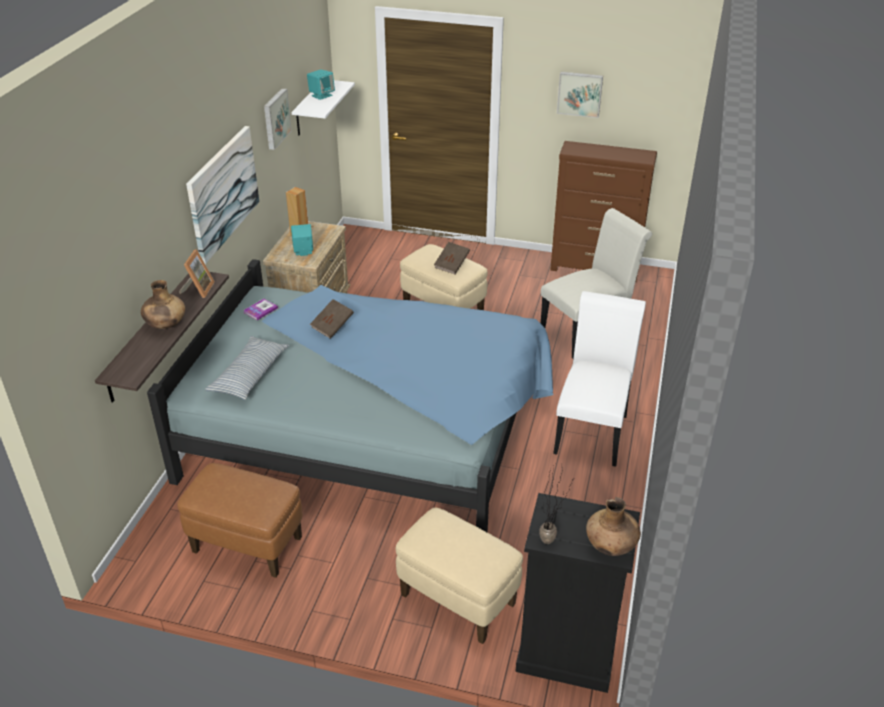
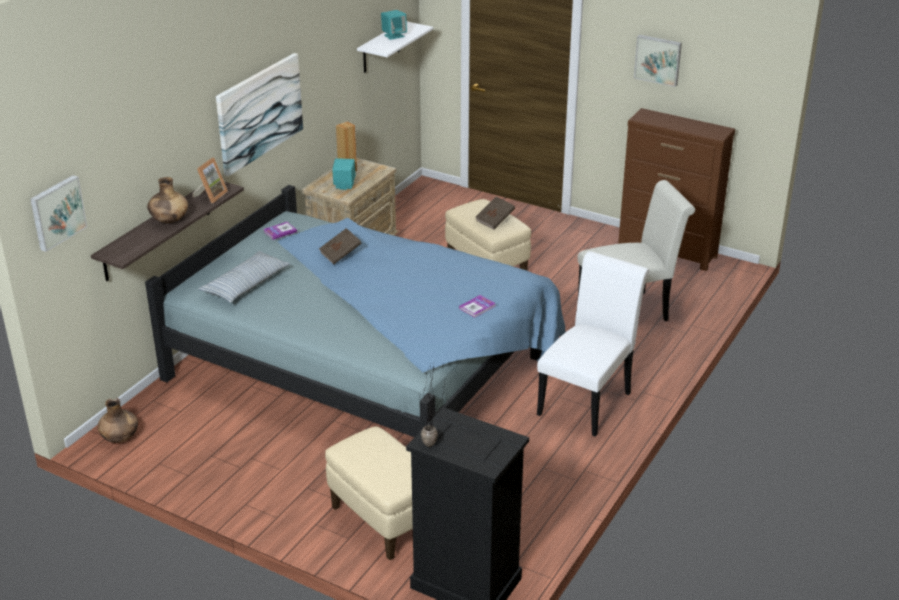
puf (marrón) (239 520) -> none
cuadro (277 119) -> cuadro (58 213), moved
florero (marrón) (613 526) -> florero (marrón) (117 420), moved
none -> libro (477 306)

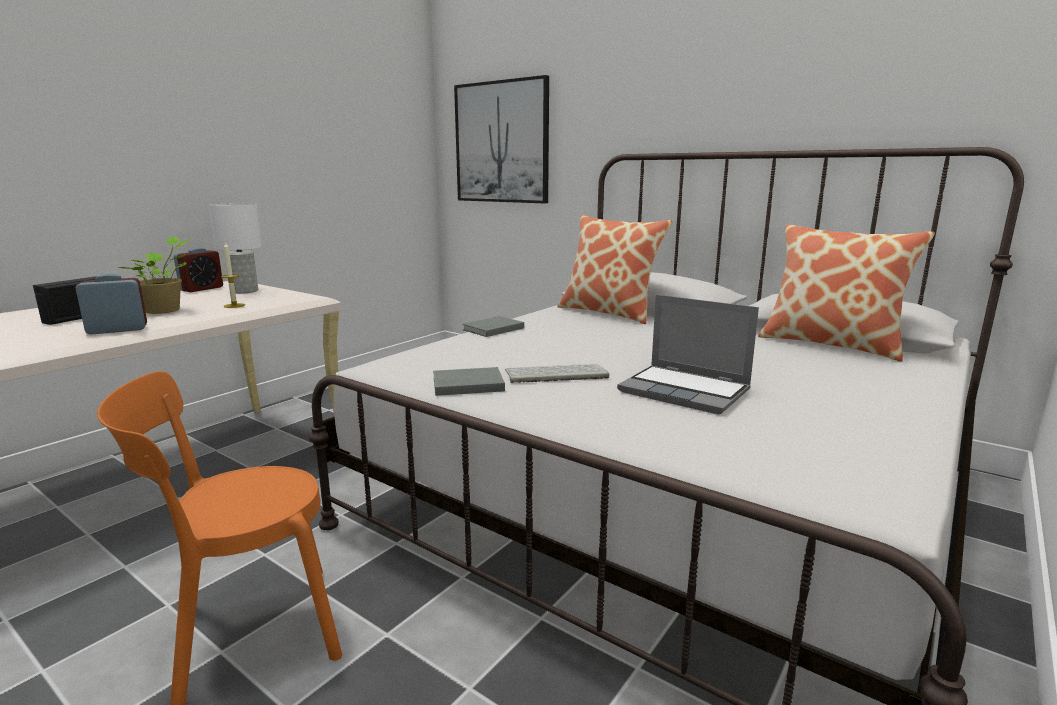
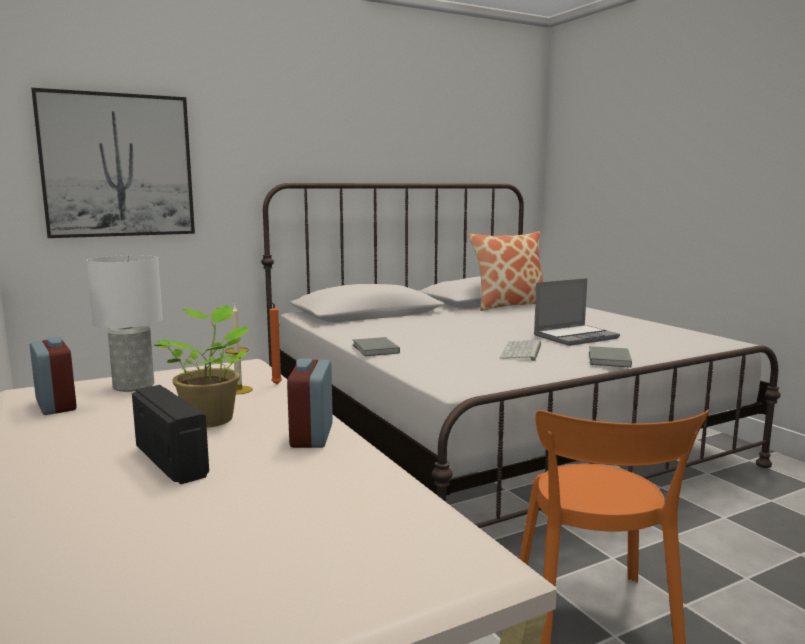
libro (gris) (469 381) -> libro (gris) (610 356), moved
cojín (615 269) -> none
none -> vela (naranja) (275 343)

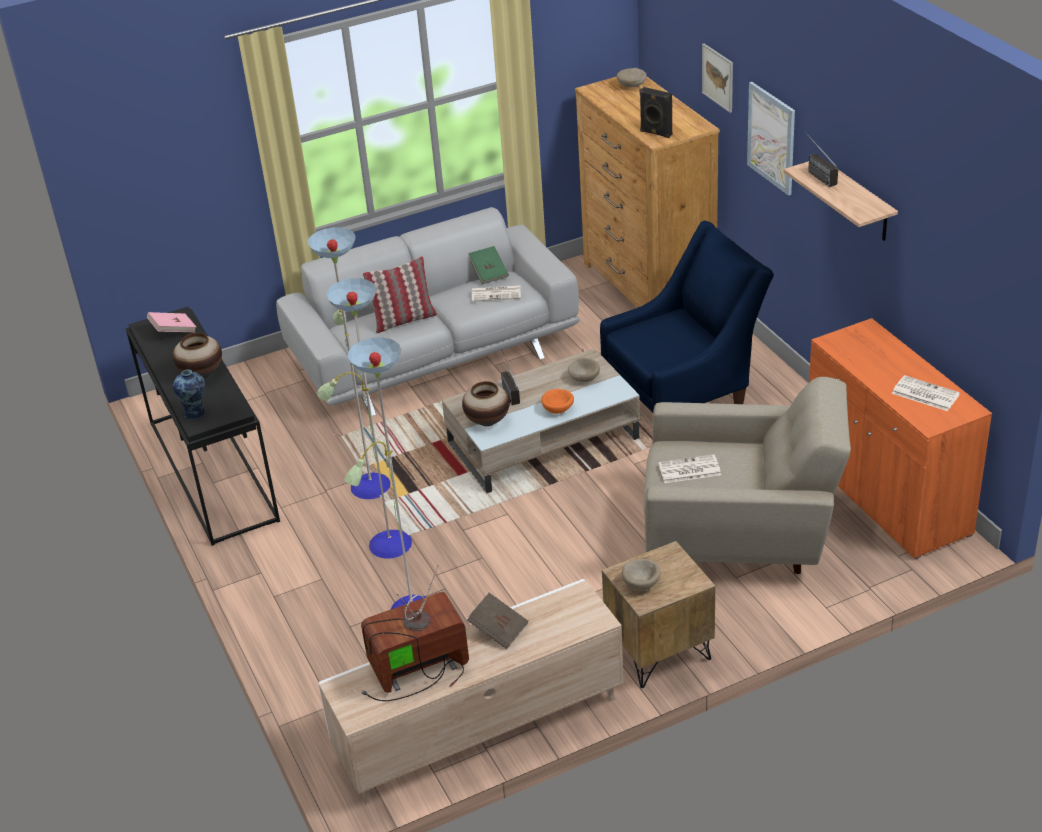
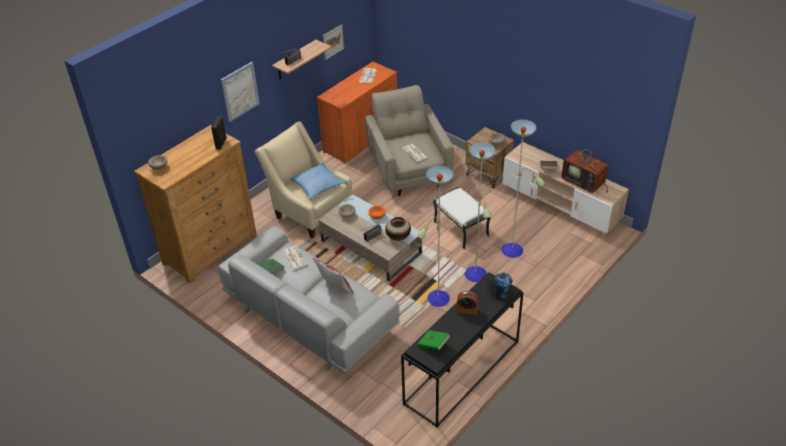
libro (rosa) (171 322) -> libro (verde) (433 340)
florero (197 355) -> despertador (467 302)
sillón (azul) (687 316) -> sillón (beis) (303 179)
cuadro (717 78) -> cuadro (333 42), moved
none -> cojín (318 181)
none -> puf (blanco) (462 218)

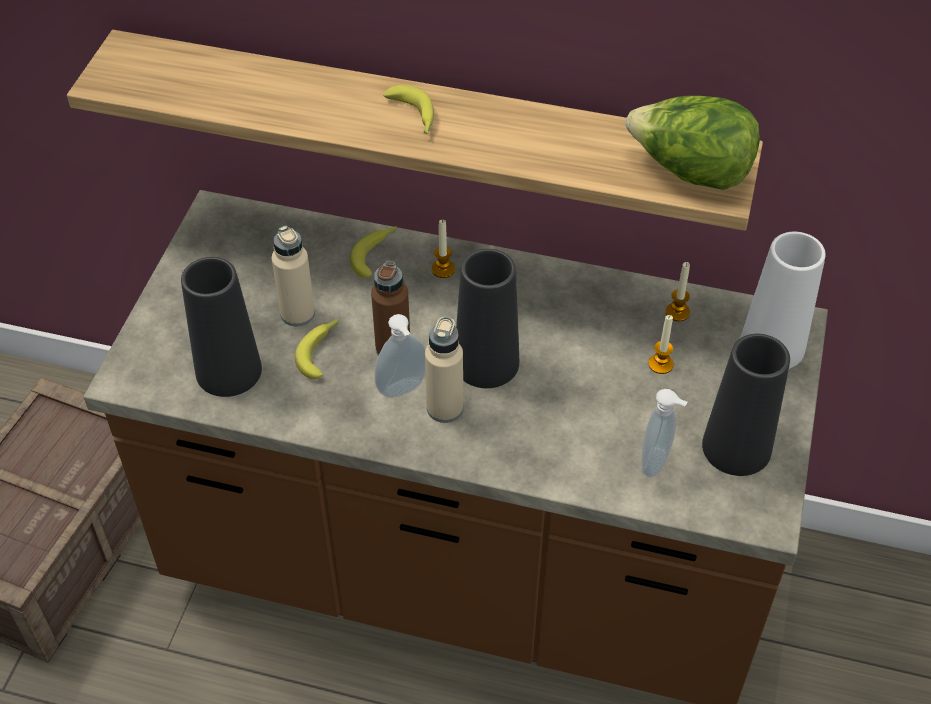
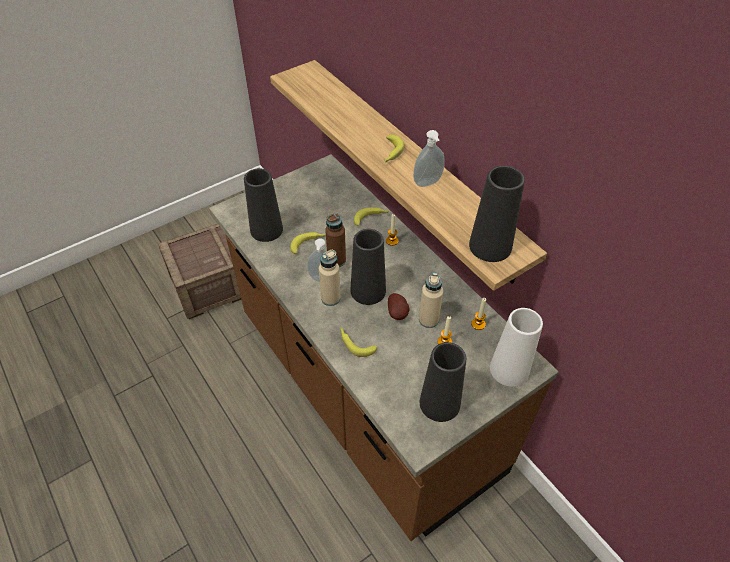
botella (beis) (293 276) -> botella (beis) (431 300), moved
lechuga (693 142) -> florero (negro) (497 214)
dispensador de jabón (664 433) -> dispensador de jabón (429 158), moved
none -> plátano (358 342)
none -> patata (399 306)

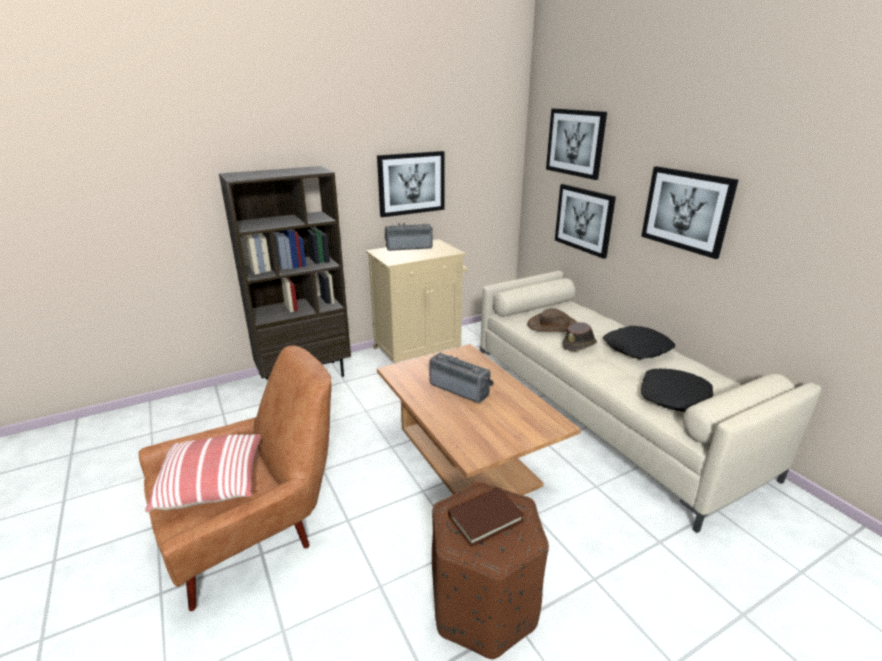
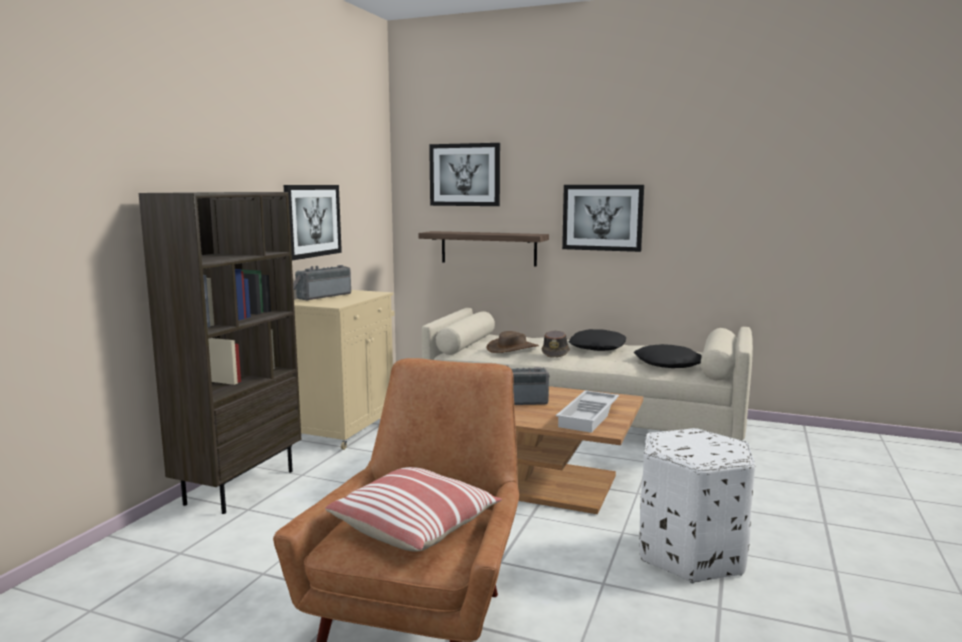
puf (marrón) (490 570) -> puf (blanco) (697 505)
libro (marrón) (486 517) -> none
cuadro (585 221) -> estante (484 248)
none -> bandeja (blanco) (587 411)

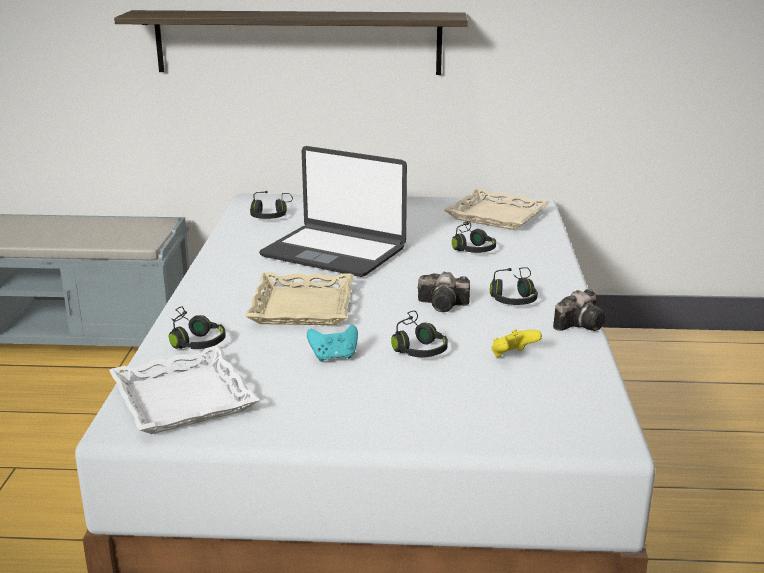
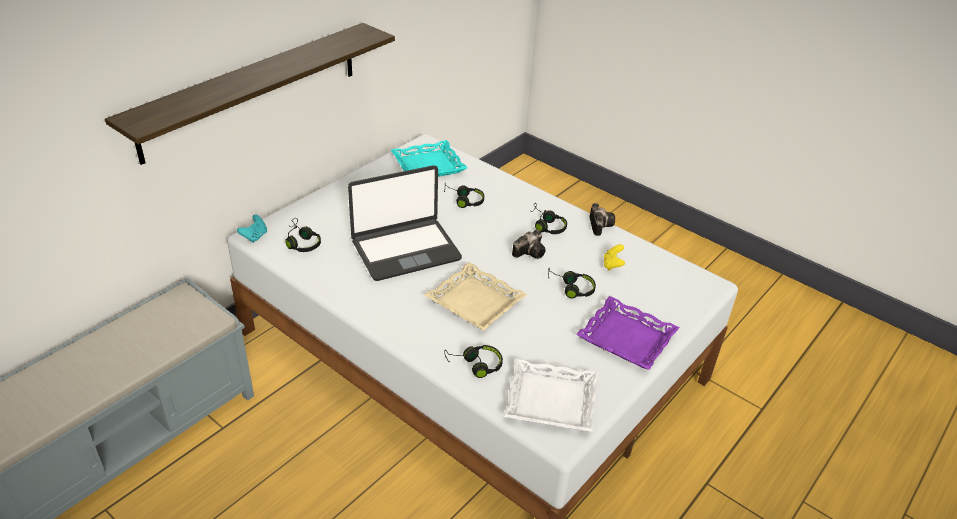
mando de consola (turquesa) (332 343) -> mando de consola (turquesa) (252 229), moved
bandeja (beis) (497 209) -> bandeja (turquesa) (429 158)
none -> bandeja (morado) (628 333)

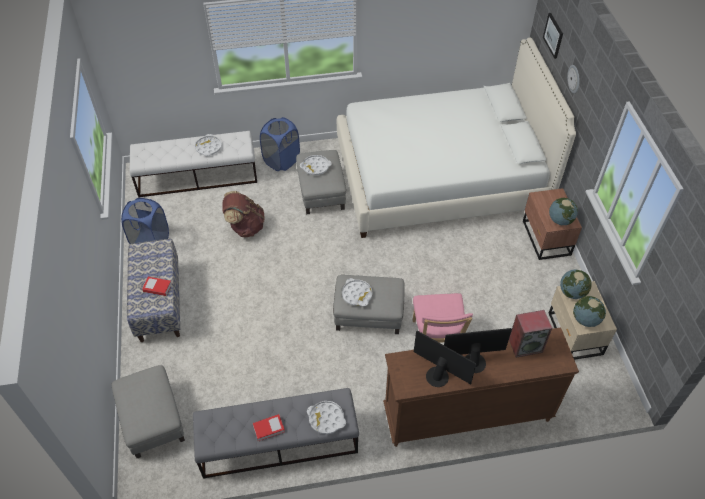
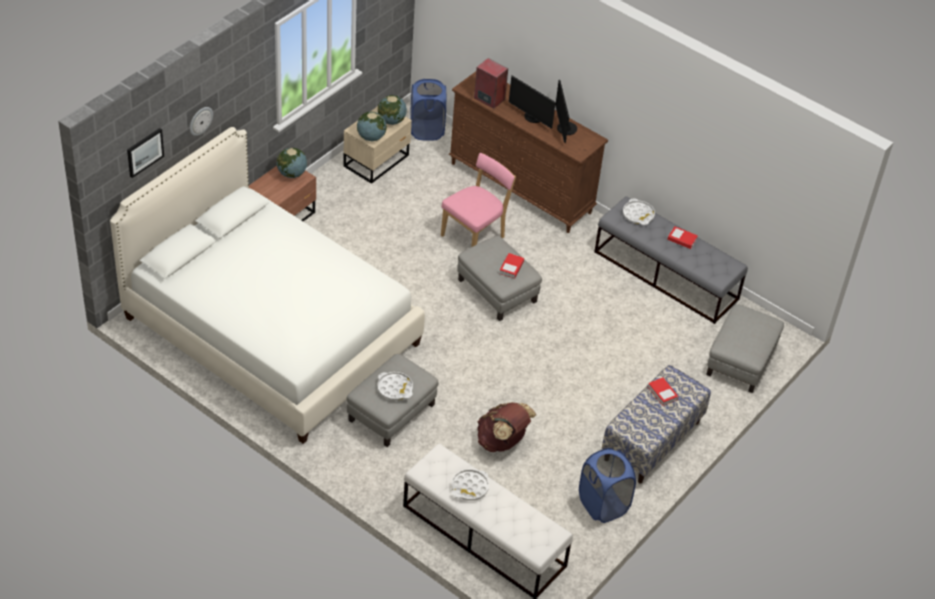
cesto de la ropa (azul) (280 144) -> cesto de la ropa (azul) (428 110), moved
bandeja (blanco) (357 292) -> libro (511 266)

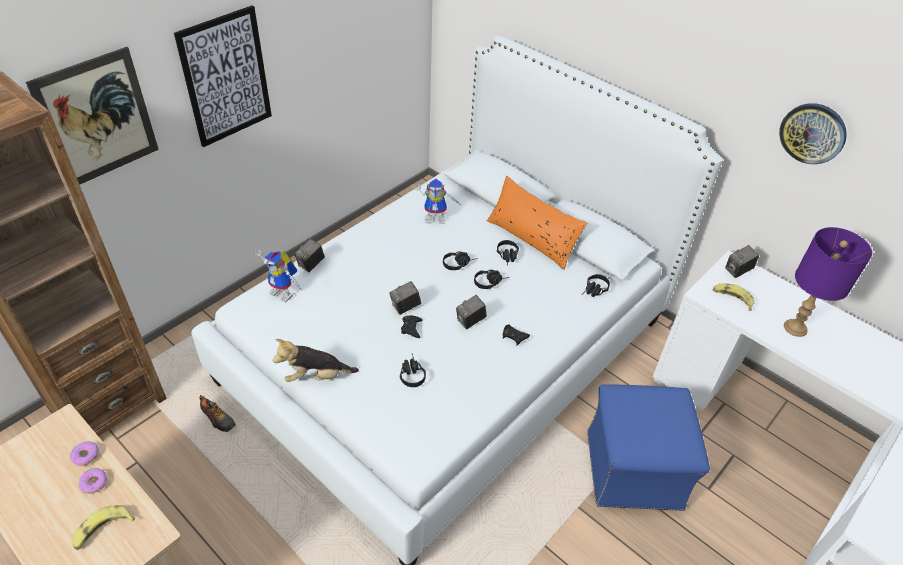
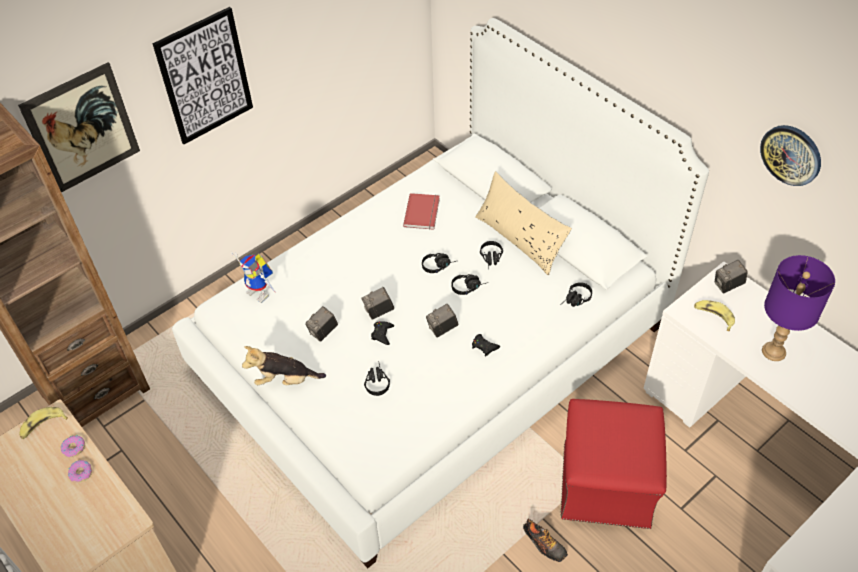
plátano (104 527) -> plátano (43 423), moved
zapato (217 413) -> zapato (545 540), moved
cámara (310 255) -> cámara (321 324), moved
robot de juguete (436 201) -> libro (rojo) (421 211)
cojín (naranja) (537 223) -> cojín (beis) (523 223)
puf (azul) (648 447) -> puf (rojo) (614 464)

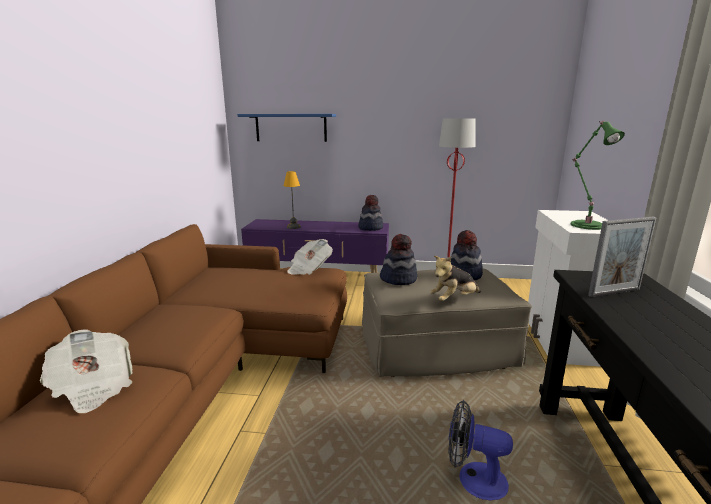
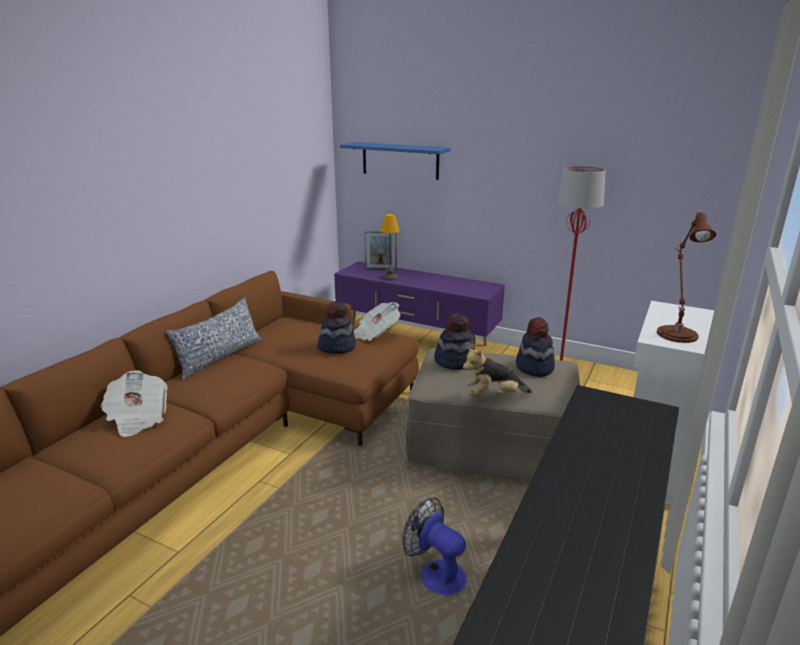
sombrero (370 213) -> sombrero (336 327), moved
lámpara de mesa (verde) (598 175) -> lámpara de mesa (marrón) (686 276)
portarretratos (622 257) -> portarretratos (380 250), moved
none -> cojín (214 339)

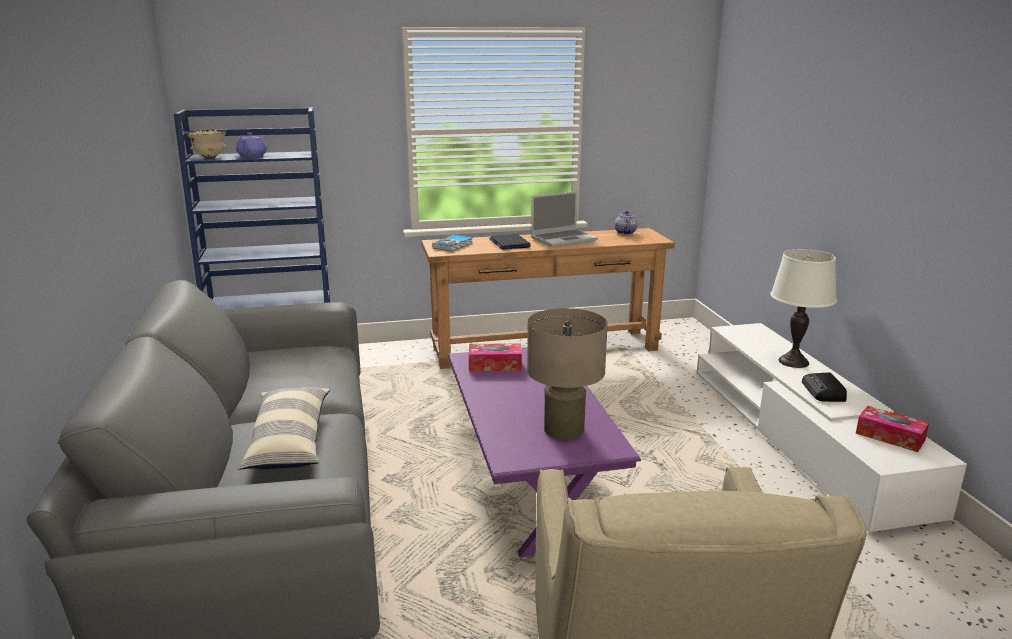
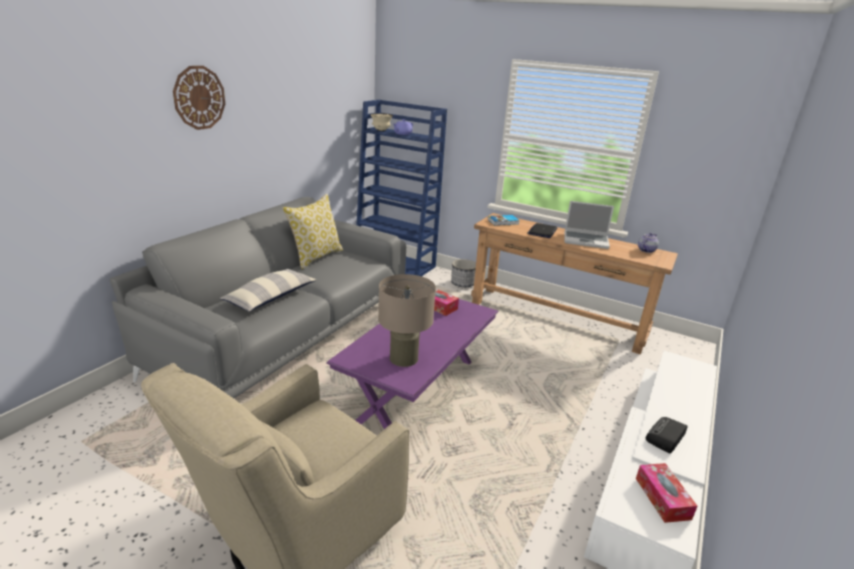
lámpara de mesa (blanco) (803 308) -> none
none -> reloj de pared (199 98)
none -> cojín (313 231)
none -> maceta (463 273)

